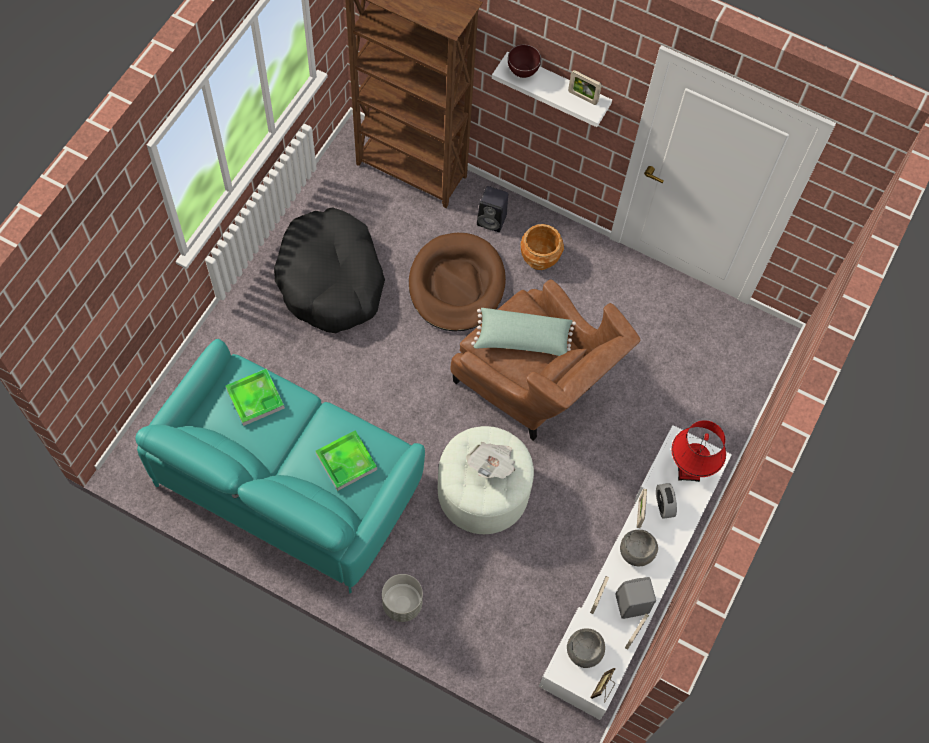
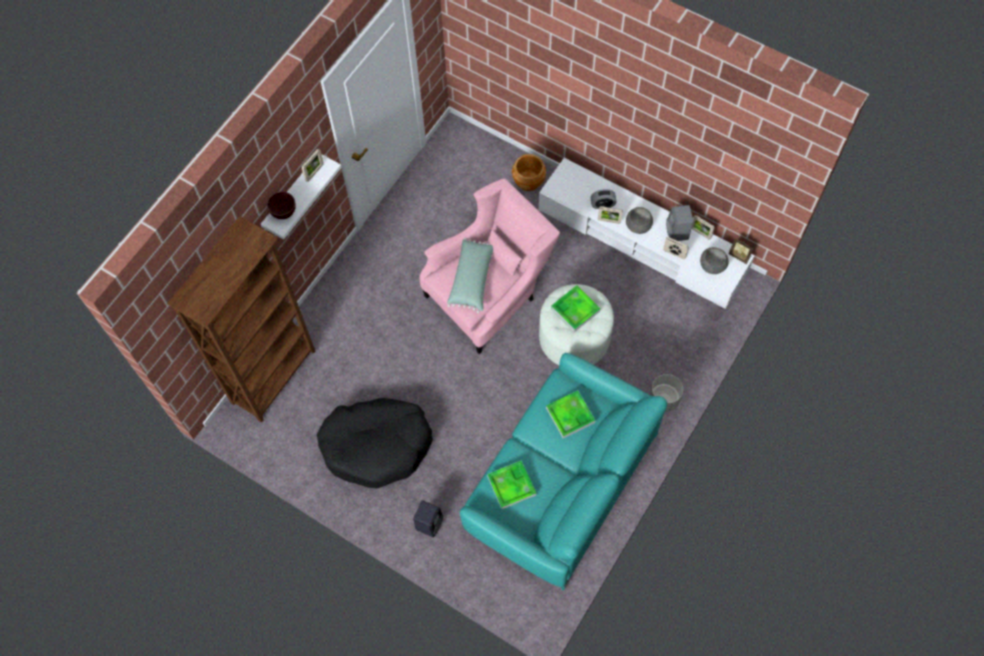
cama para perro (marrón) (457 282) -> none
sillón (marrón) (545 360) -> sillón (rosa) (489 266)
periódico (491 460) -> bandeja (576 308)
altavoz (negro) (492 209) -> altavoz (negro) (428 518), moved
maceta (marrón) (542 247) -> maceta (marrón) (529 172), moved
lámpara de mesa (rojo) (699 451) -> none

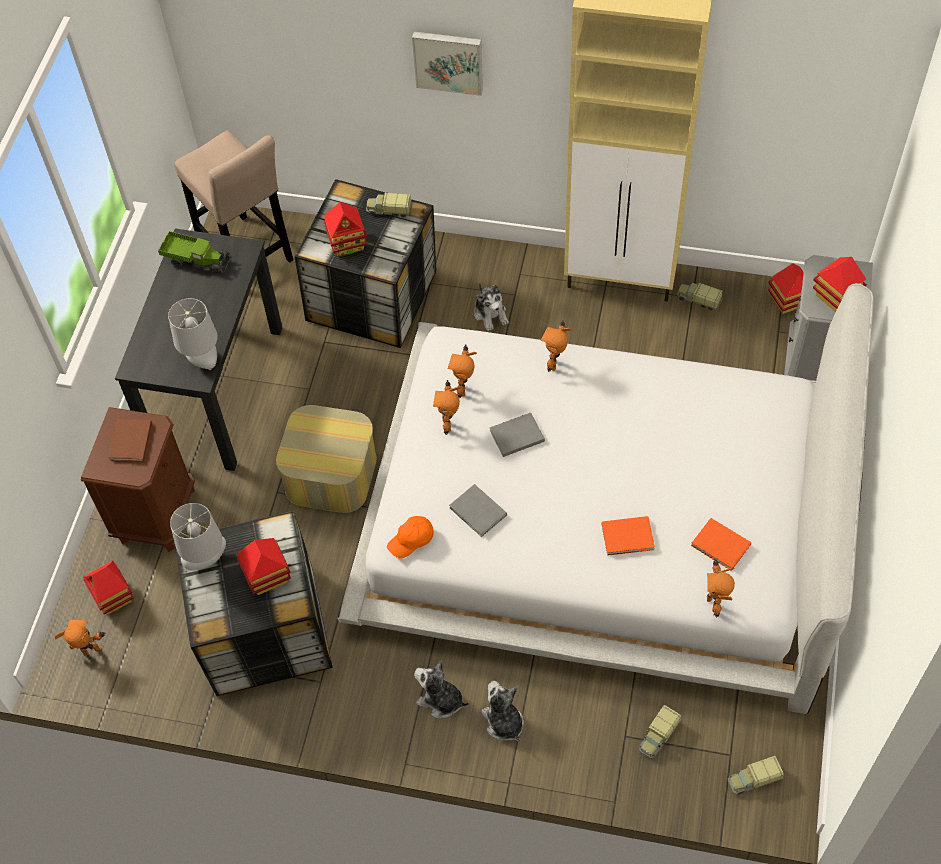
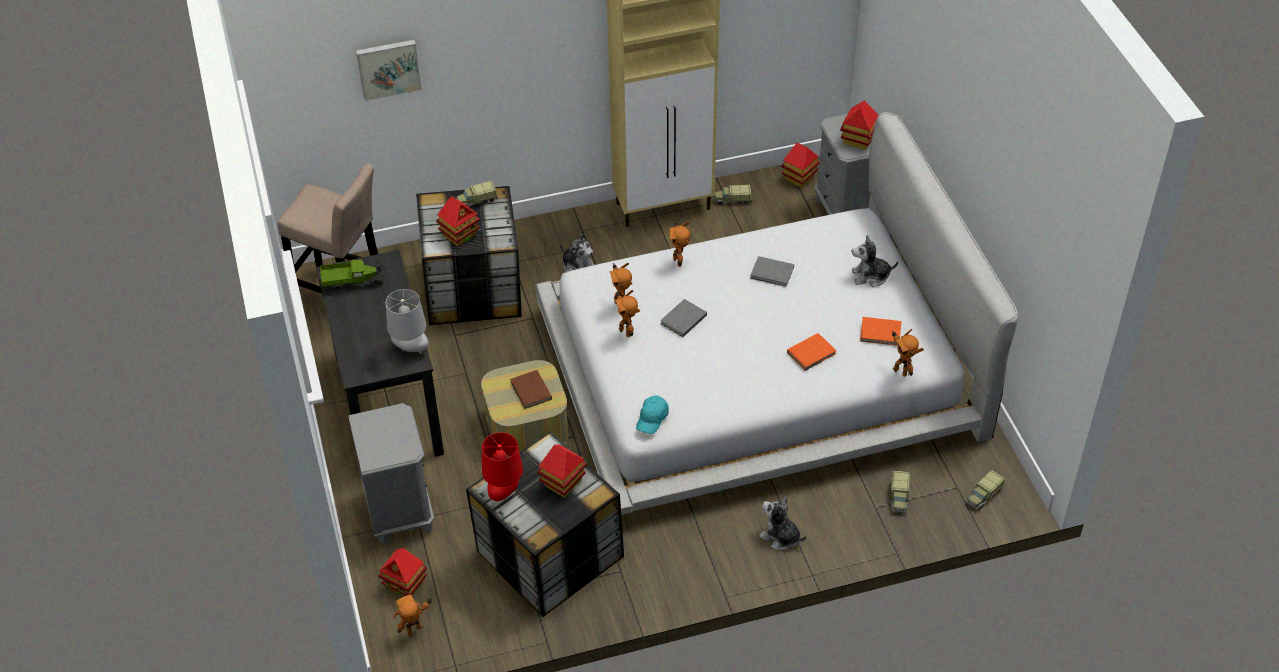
mesita de noche (marrón) (138 479) -> mesita de noche (gris) (391 473)
libro (marrón) (130 440) -> libro (marrón) (531 389), moved
lámpara de mesa (gris) (198 537) -> lámpara de mesa (rojo) (502 466)
gorra (naranja) (410 537) -> gorra (turquesa) (652 414)
cuadro (447 64) -> cuadro (389 70), moved
peluche (441 689) -> peluche (875 261), moved
libro (gris) (478 510) -> libro (gris) (772 271), moved

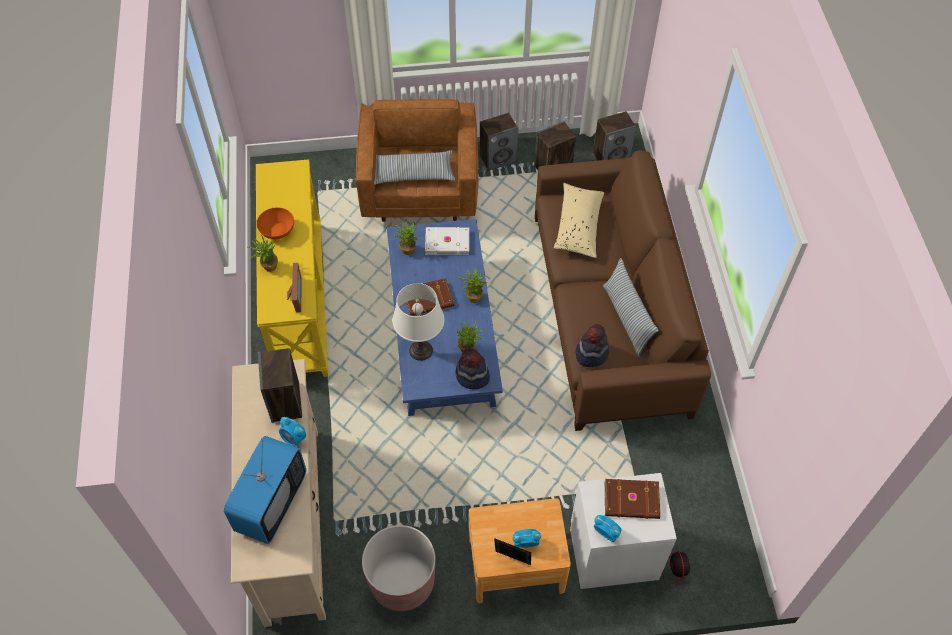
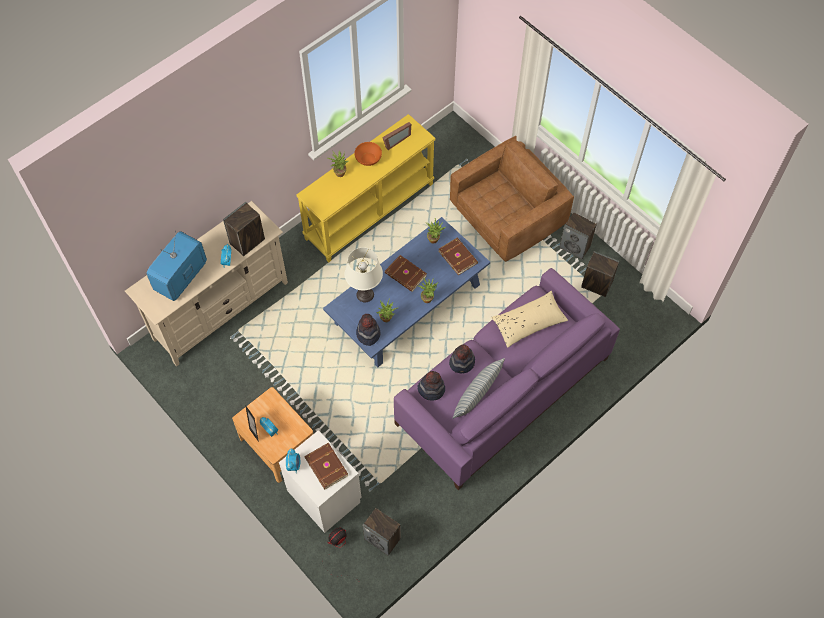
televisor (265 490) -> televisor (176 266), 135 degrees clockwise
portarretratos (294 288) -> portarretratos (396 136), moved
maceta (marrón) (399 568) -> none
cojín (414 167) -> none
libro (blanco) (447 241) -> libro (marrón) (458 256)
sofá (marrón) (623 290) -> sofá (morado) (507 379)
altavoz (614 136) -> altavoz (381 532), moved
none -> sombrero (462 358)

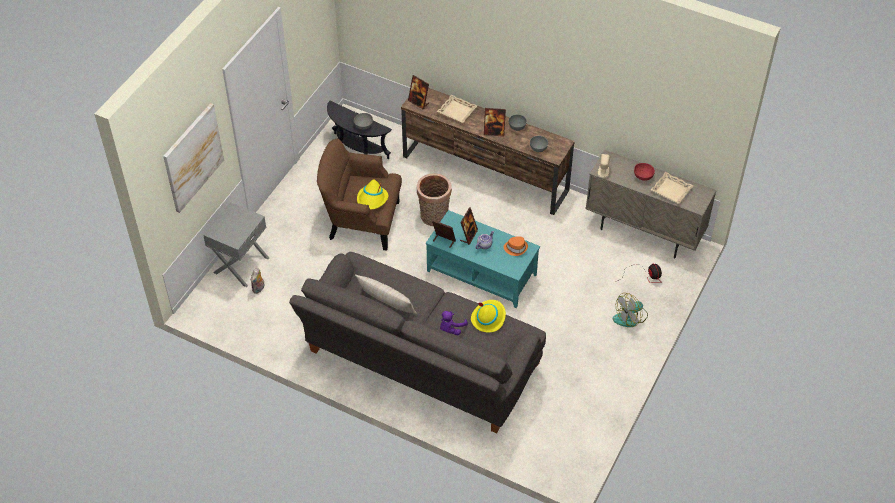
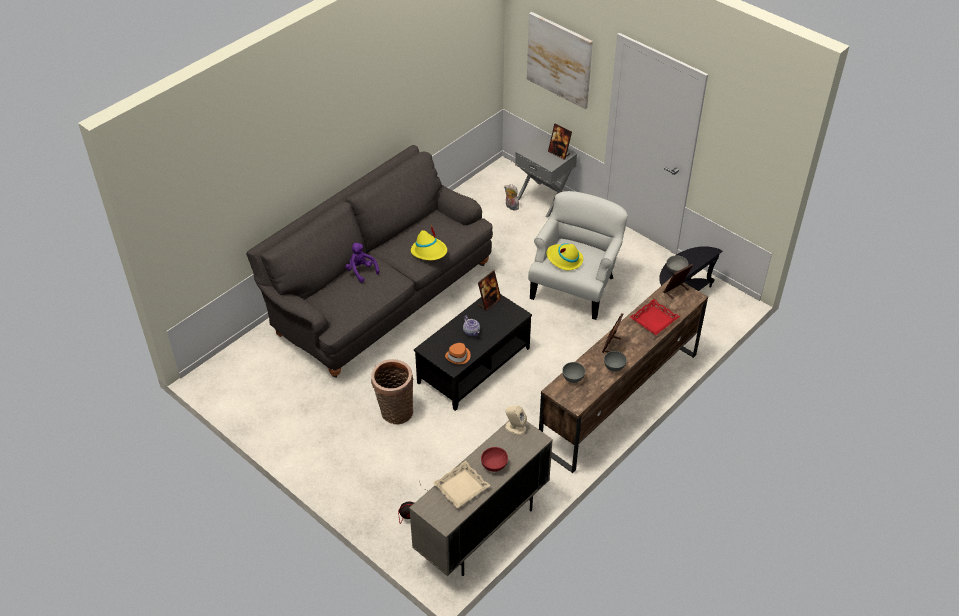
sillón (marrón) (359 195) -> sillón (blanco) (578 255)
cojín (beis) (386 294) -> none
cesta (434 199) -> cesta (392 392), moved
mesa de centro (turquesa) (483 259) -> mesa de centro (negro) (473 352)
bandeja (beis) (457 108) -> bandeja (rojo) (655 317)
portarretratos (469 226) -> portarretratos (560 142), moved
sombrero (amarillo) (488 316) -> sombrero (amarillo) (429 242), moved
ventilador (630 310) -> none

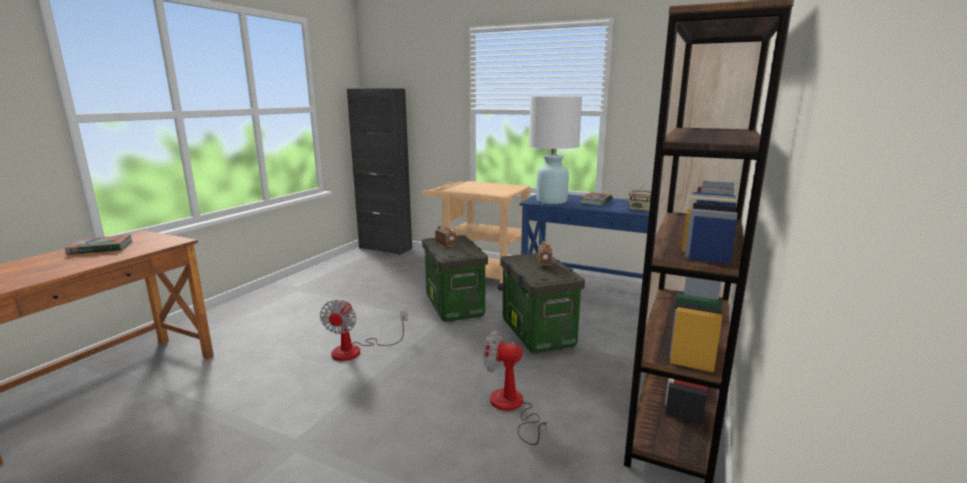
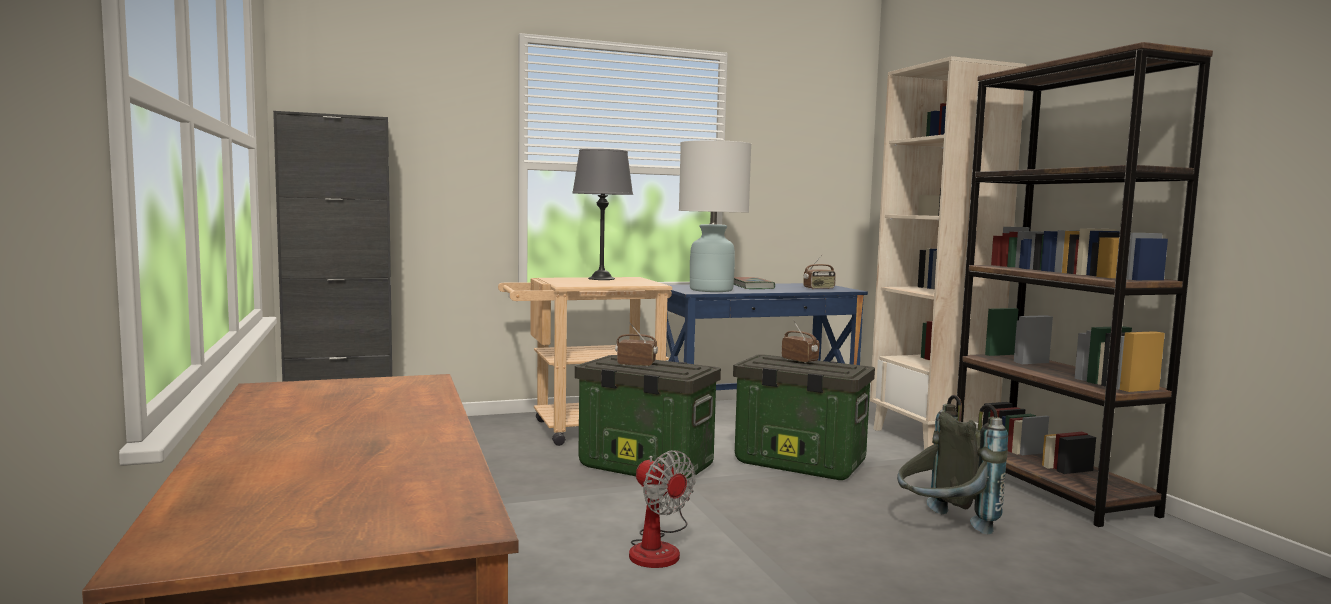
libro (98 245) -> none
ventilador (515 387) -> mochila (gris) (952 465)
none -> lámpara de mesa (gris) (602 214)

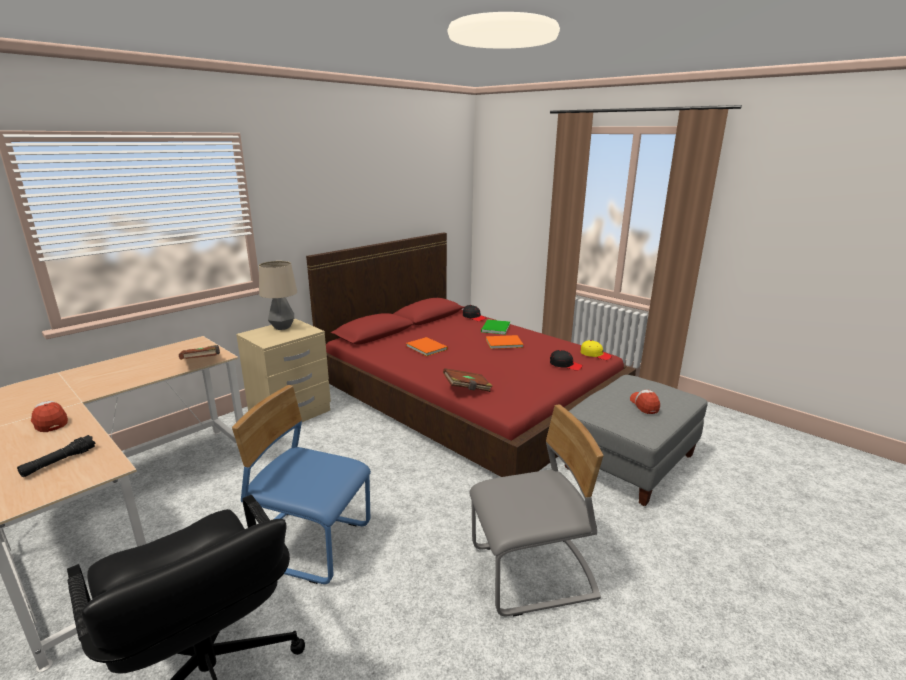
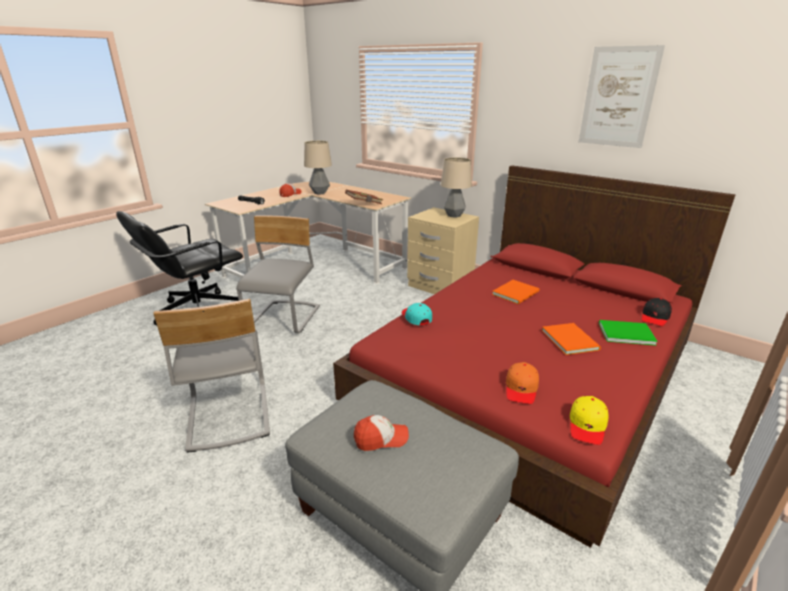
silla (azul) (301 484) -> silla (gris) (278 274)
libro (marrón) (468 380) -> gorra (turquesa) (417 314)
gorra (negro) (566 360) -> gorra (naranja) (522 383)
none -> lámpara de mesa (318 168)
none -> cuadro (622 96)

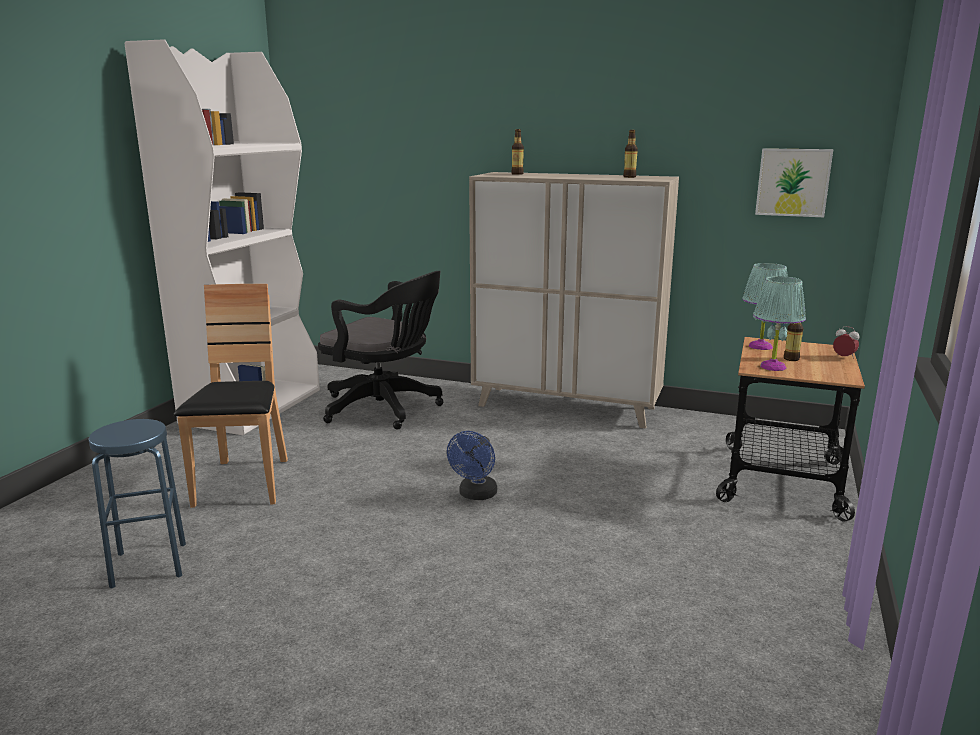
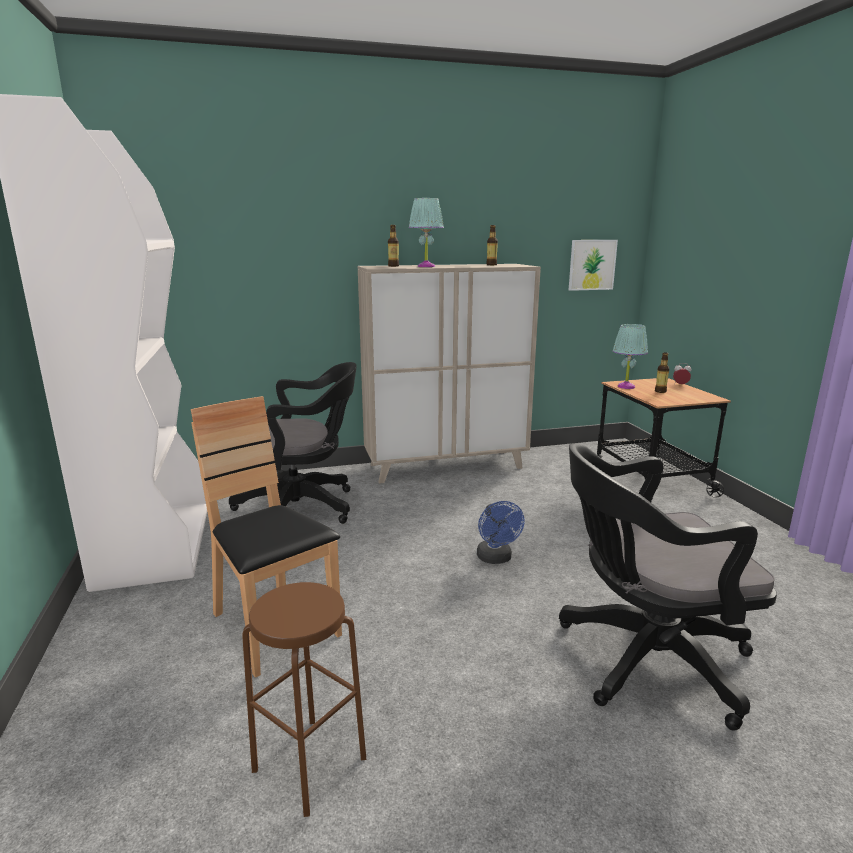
taburete (azul) (137 504) -> taburete (marrón) (304 699)
lámpara de mesa (turquesa) (779 323) -> lámpara de mesa (turquesa) (426 232), moved
none -> silla de oficina (negro) (668 587)

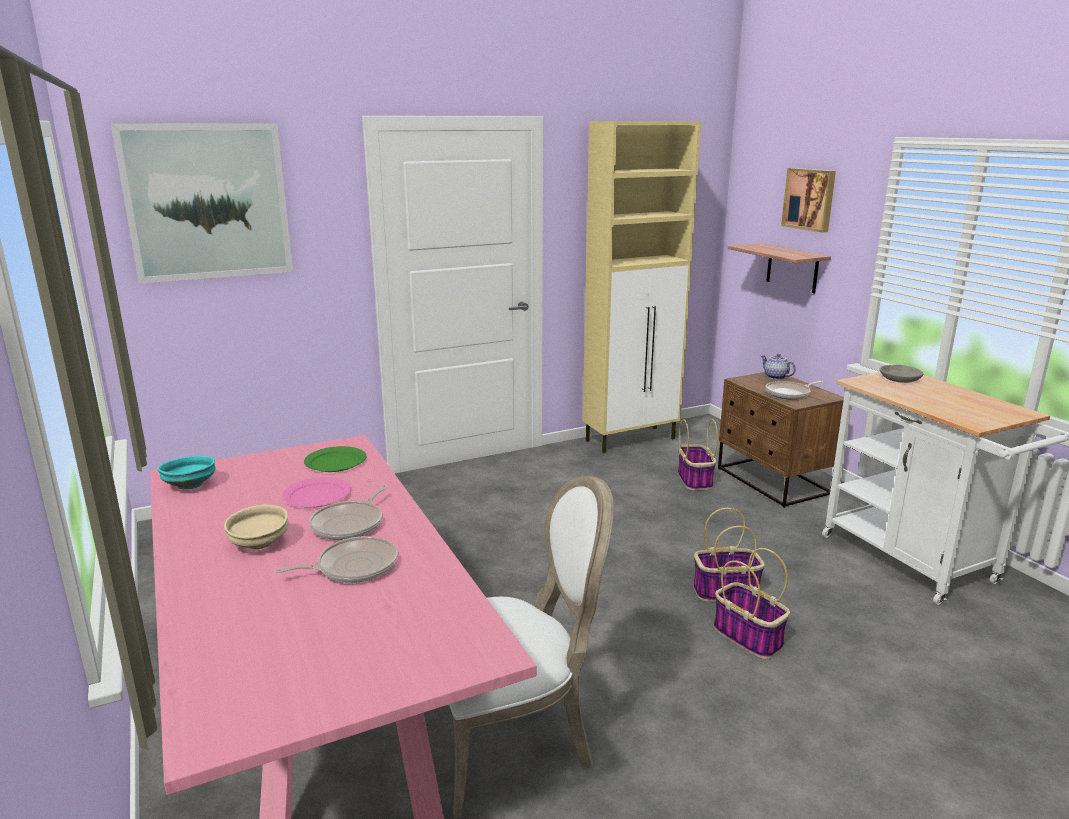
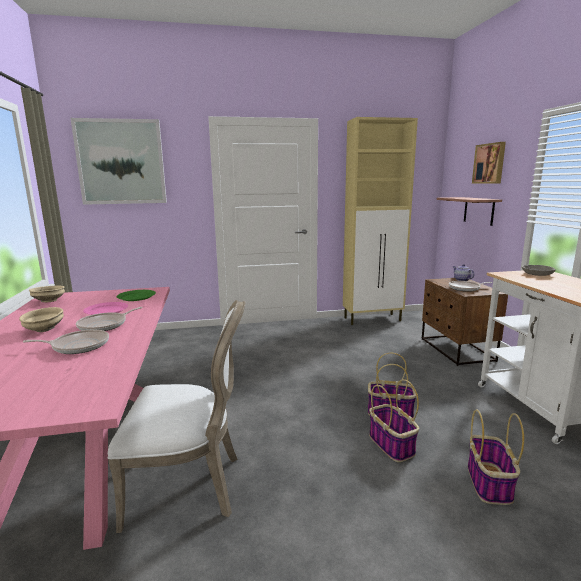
cuenco (turquesa) (187 472) -> cuenco (beis) (47 294)
cesta (698 455) -> cesta (496 457), moved

